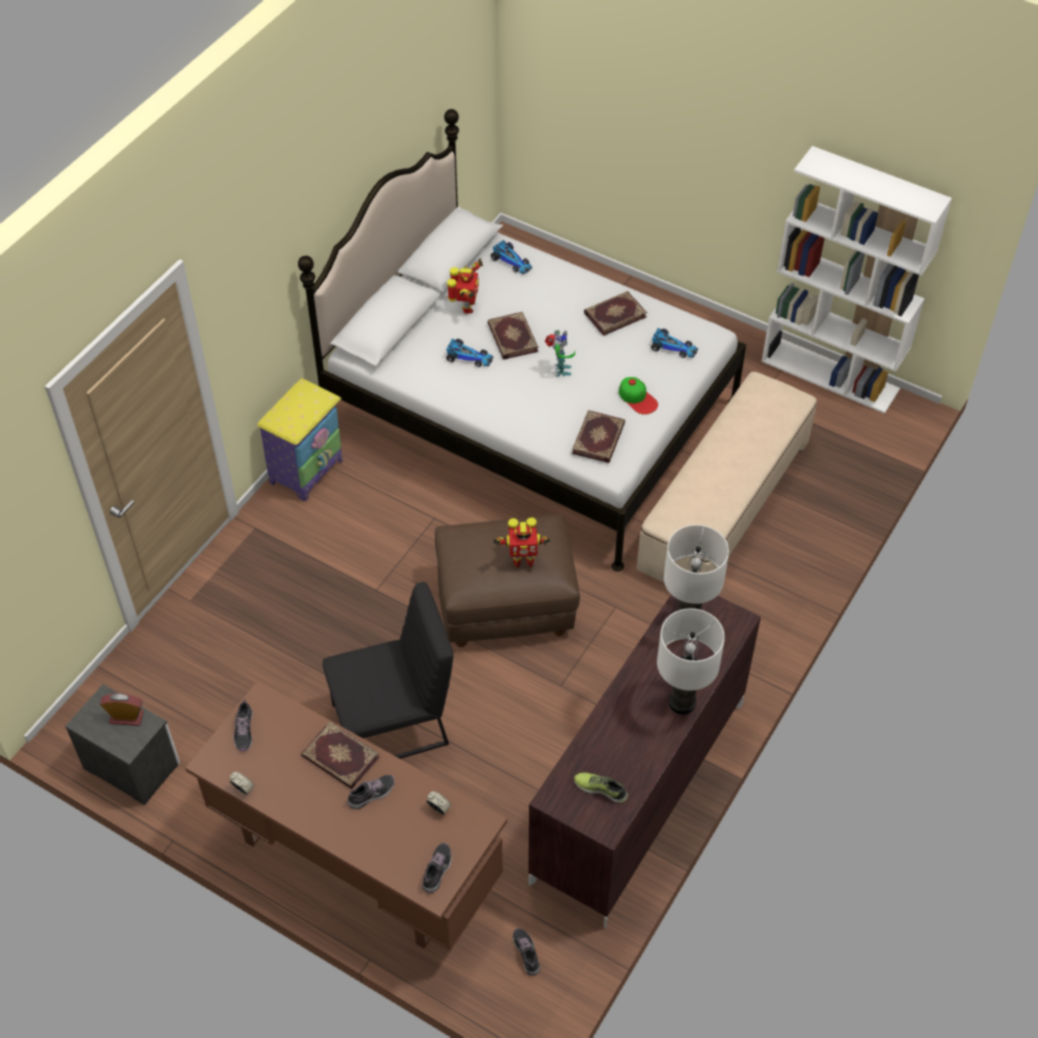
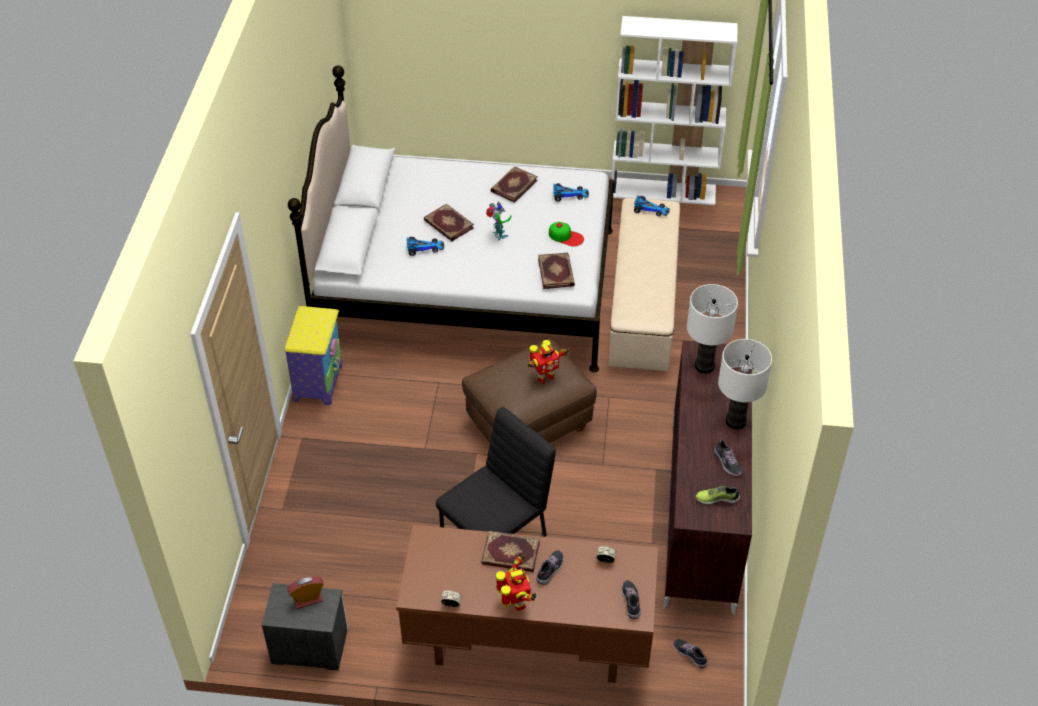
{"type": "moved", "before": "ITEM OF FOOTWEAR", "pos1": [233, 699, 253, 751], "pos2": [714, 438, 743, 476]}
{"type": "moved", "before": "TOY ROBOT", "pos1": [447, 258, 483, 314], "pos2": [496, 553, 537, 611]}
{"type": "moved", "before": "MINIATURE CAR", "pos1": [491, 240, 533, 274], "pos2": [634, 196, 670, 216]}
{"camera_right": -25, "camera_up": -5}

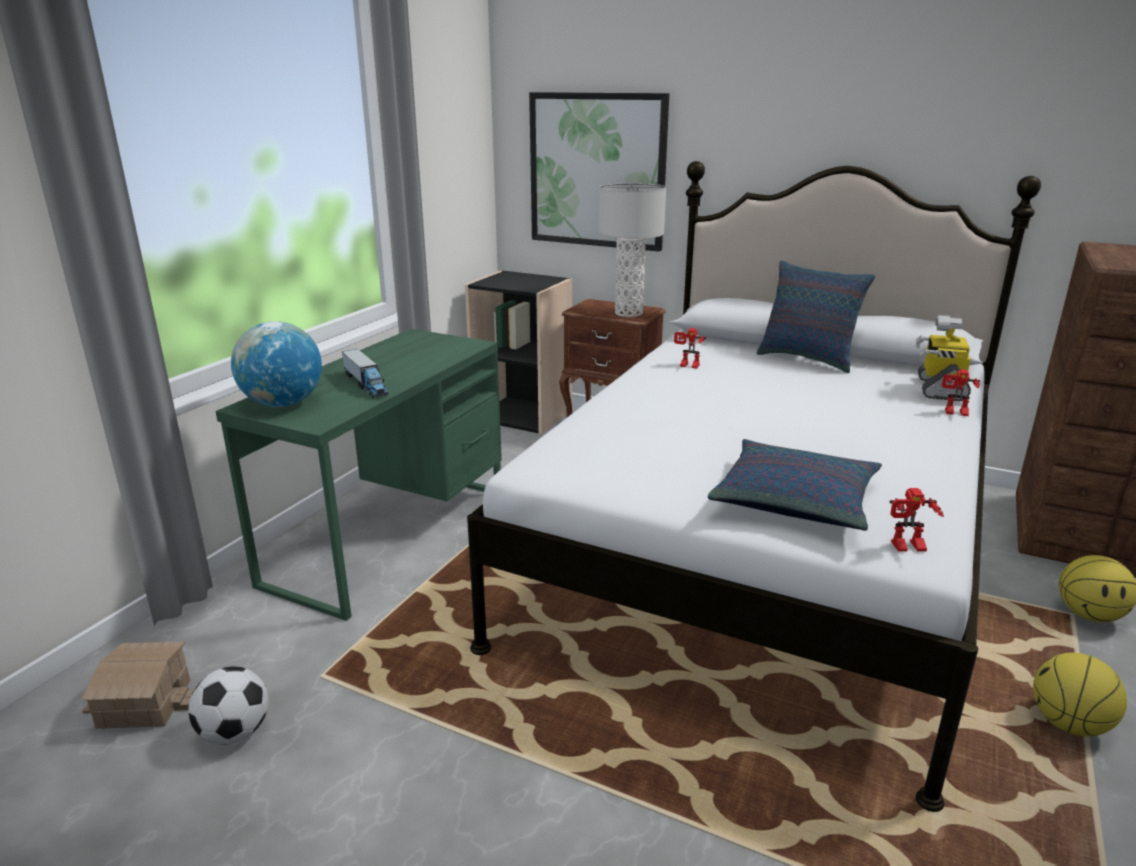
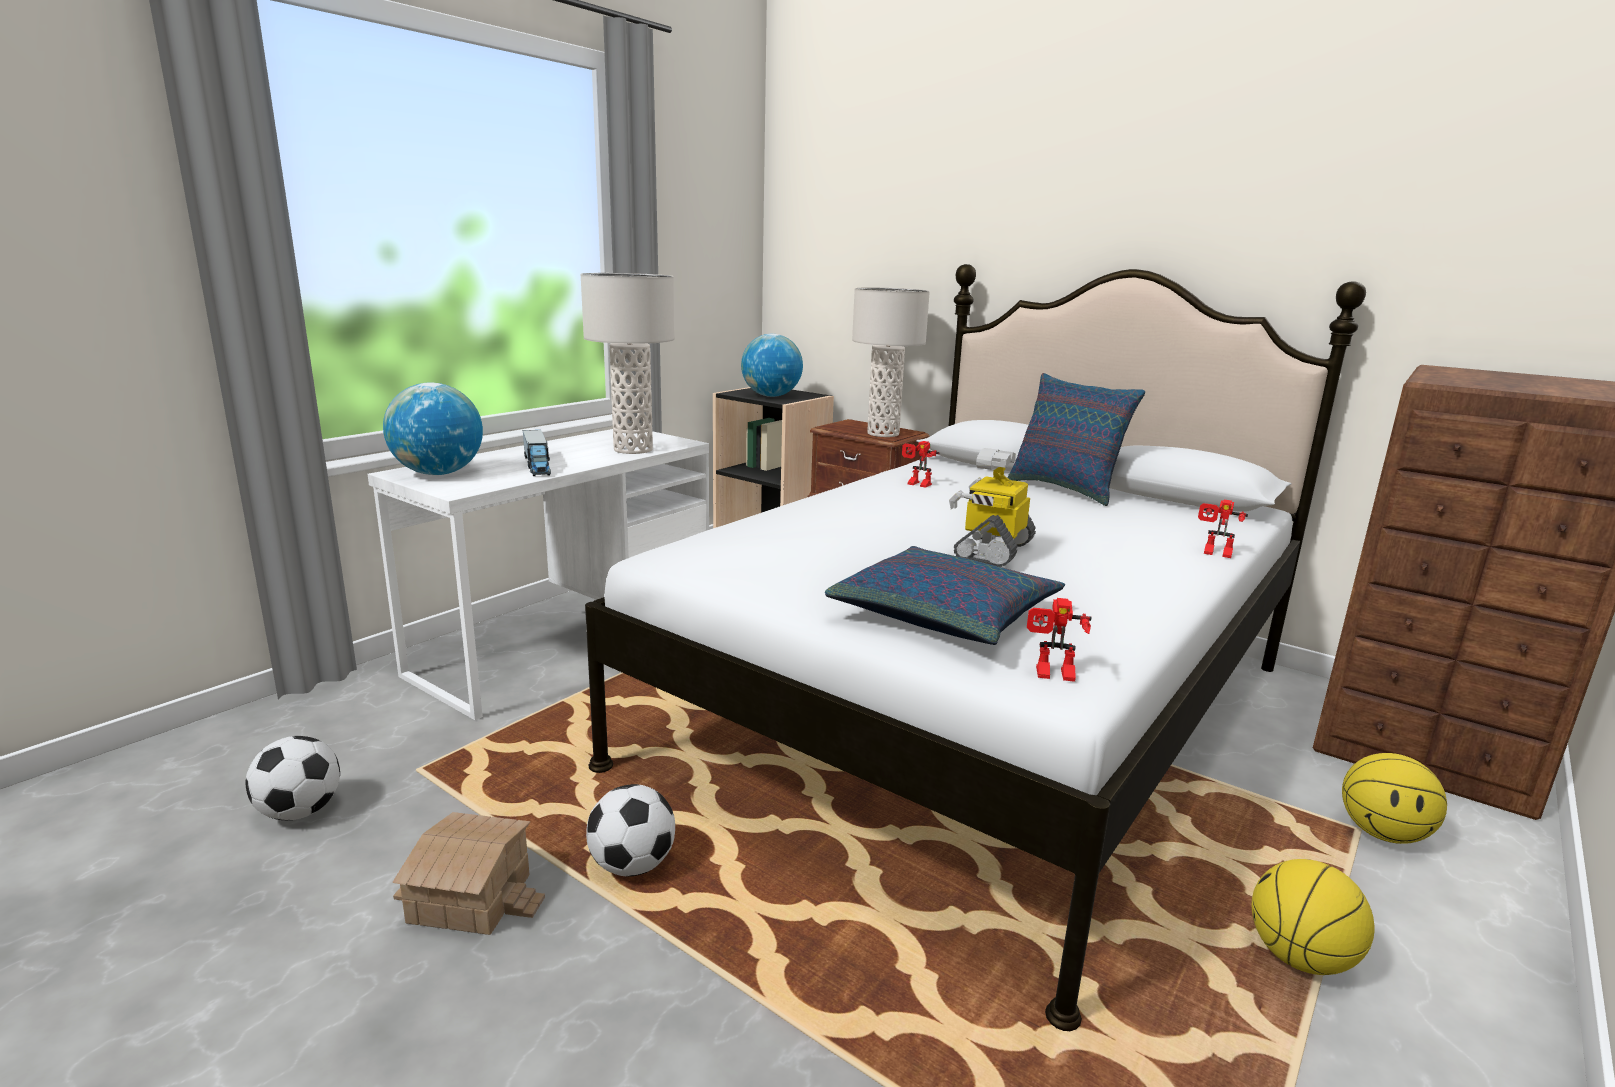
{"type": "removed", "before": "WALL ART", "pos1": [529, 92, 669, 252]}
{"type": "added", "after": "WHITE TABLETOP LAMP", "pos2": [581, 273, 675, 454]}
{"type": "added", "after": "FOOTBALL", "pos2": [586, 784, 675, 877]}
{"type": "added", "after": "WORLD GLOBE", "pos2": [741, 334, 803, 397]}
{"type": "moved", "before": "MODEL HOUSE", "pos1": [81, 641, 195, 729], "pos2": [393, 812, 545, 935]}
{"type": "moved", "before": "TOY ROBOT", "pos1": [916, 315, 971, 401], "pos2": [949, 448, 1036, 567]}
{"type": "recoloured", "before": "GREEN-COLOURED DESK TABLE", "after": "WHITE DESK TABLE", "pos1": [216, 329, 502, 621], "pos2": [368, 429, 709, 720]}
{"camera_right": 10, "camera_up": -5}

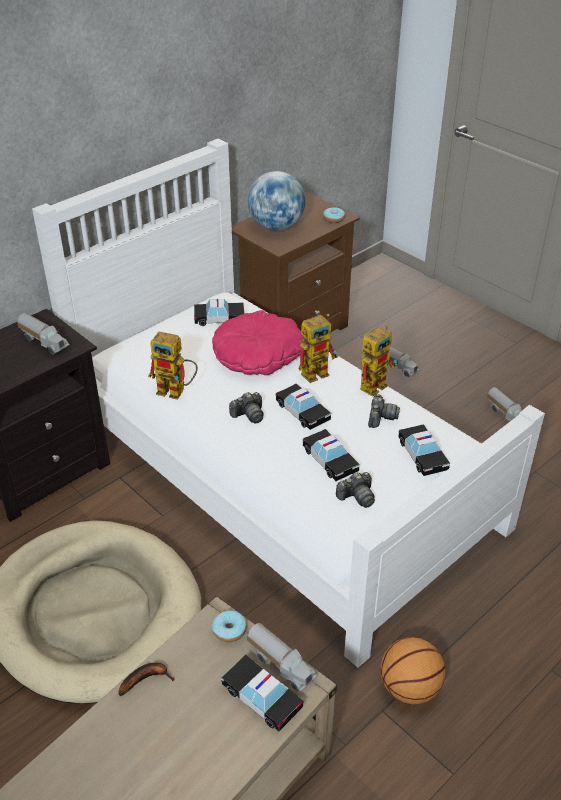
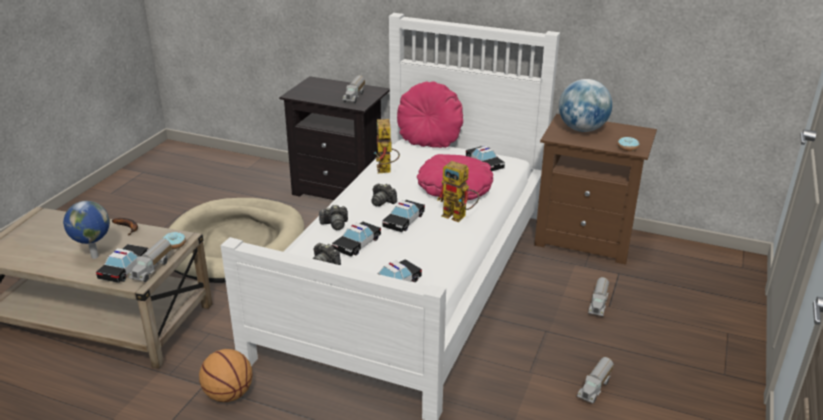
{"type": "removed", "before": "TOY ROBOT", "pos1": [360, 324, 397, 397]}
{"type": "added", "after": "WORLD GLOBE", "pos2": [63, 201, 110, 259]}
{"type": "added", "after": "PINK CUSHION", "pos2": [397, 81, 463, 148]}
{"type": "moved", "before": "PHOTO CAMERA", "pos1": [368, 394, 400, 428], "pos2": [318, 205, 348, 230]}
{"camera_right": 65, "camera_up": -10}

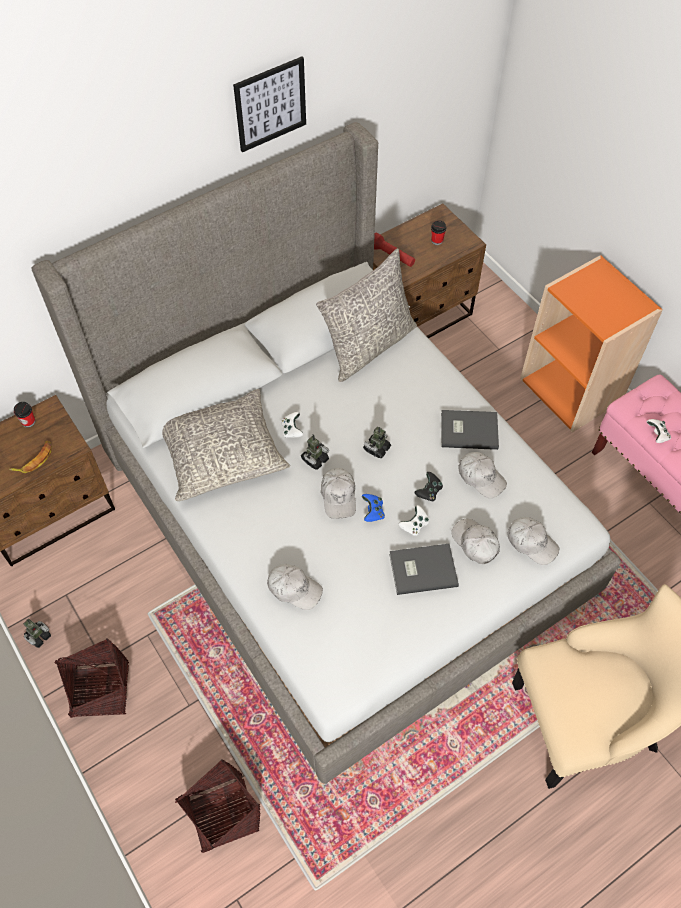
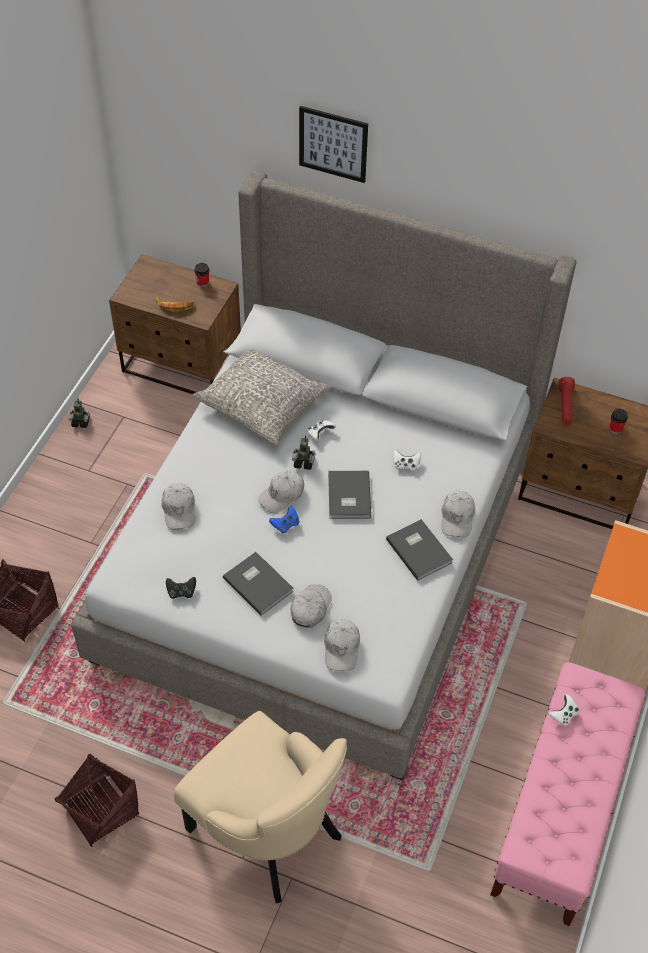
{"type": "removed", "before": "GRAY CUSHION", "pos1": [316, 248, 417, 382]}
{"type": "moved", "before": "BASKET", "pos1": [55, 639, 129, 718], "pos2": [55, 754, 139, 847]}
{"type": "moved", "before": "WALL ART", "pos1": [233, 57, 306, 152], "pos2": [299, 106, 368, 183]}
{"type": "moved", "before": "WHITE GAME CONTROLLER", "pos1": [398, 505, 430, 536], "pos2": [393, 450, 421, 471]}
{"type": "moved", "before": "BLACK GAME CONTROLLER", "pos1": [414, 472, 443, 502], "pos2": [166, 577, 196, 599]}
{"type": "moved", "before": "WHITE BASEBALL CAP", "pos1": [459, 452, 507, 498], "pos2": [442, 491, 475, 537]}
{"type": "replaced", "before": "TOY ROBOT", "after": "GRAY BOUND BOOK", "pos1": [363, 427, 391, 458], "pos2": [328, 471, 371, 519]}
{"camera_right": 55, "camera_up": -5}

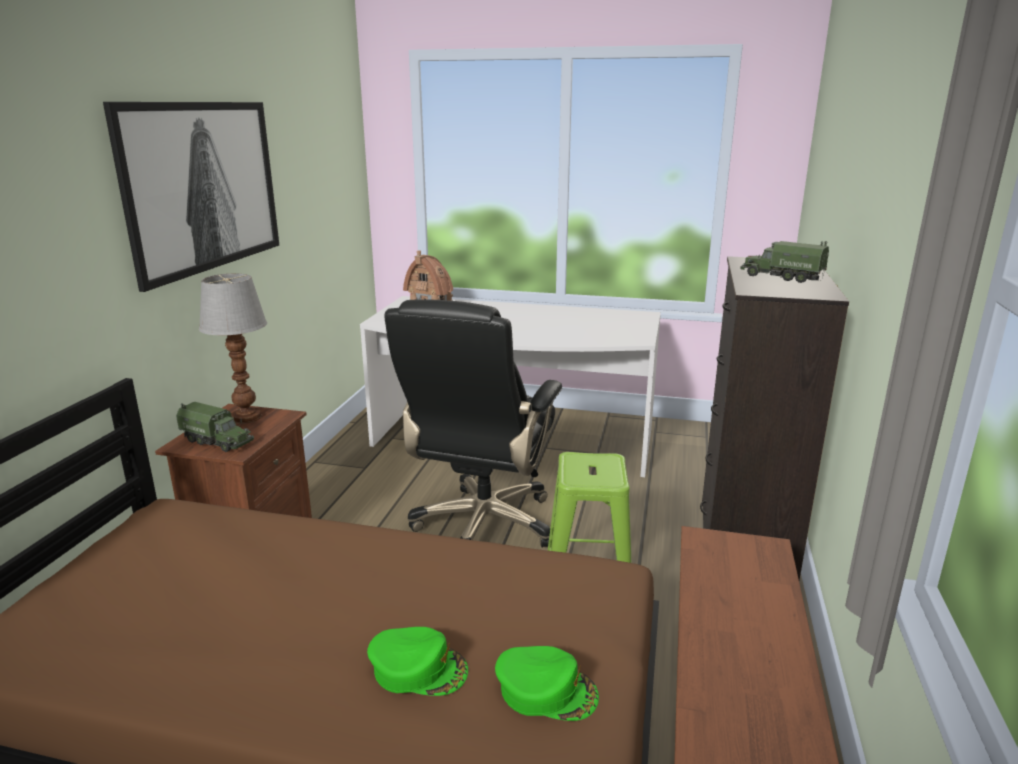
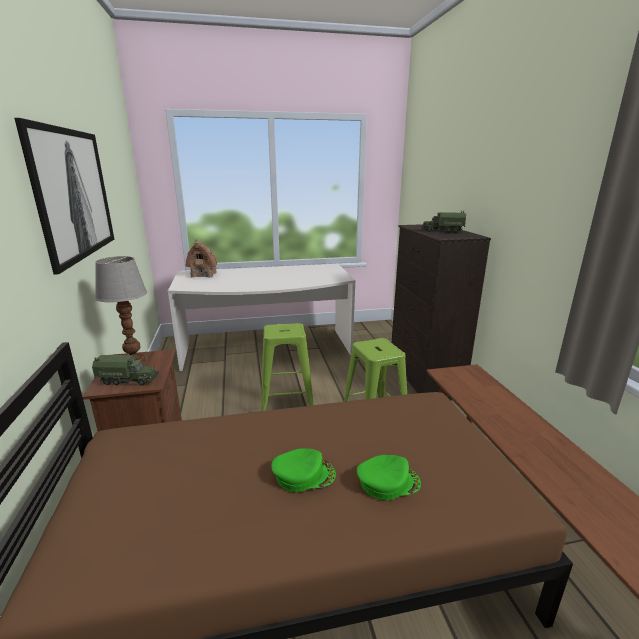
{"type": "moved", "before": "GREEN-COLOURED BASEBALL CAP", "pos1": [495, 646, 599, 721], "pos2": [271, 448, 336, 492]}
{"type": "replaced", "before": "BLACK OFFICE CHAIR", "after": "GREEN-COLOURED STOOL", "pos1": [384, 299, 562, 547], "pos2": [261, 323, 313, 411]}
{"camera_right": -25, "camera_up": 0}

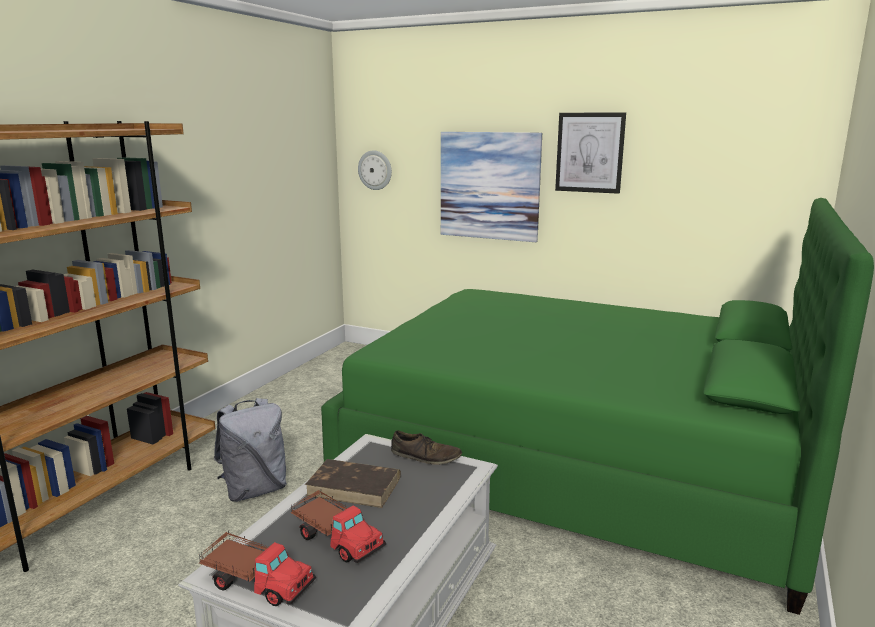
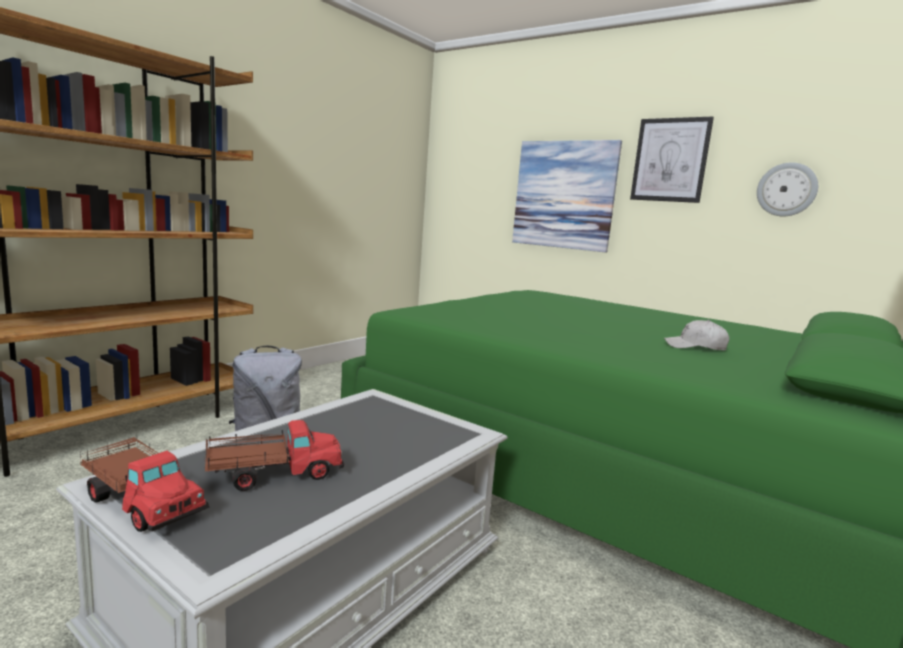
{"type": "removed", "before": "BROWN BOUND BOOK", "pos1": [305, 459, 401, 508]}
{"type": "removed", "before": "BROWN ITEM OF FOOTWEAR", "pos1": [391, 430, 462, 465]}
{"type": "added", "after": "WHITE BASEBALL CAP", "pos2": [664, 320, 730, 350]}
{"type": "moved", "before": "HANGING CLOCK", "pos1": [358, 150, 392, 190], "pos2": [757, 162, 818, 216]}
{"type": "turned", "before": "TOY LORRY", "pos1": [291, 490, 386, 563], "pos2": [204, 420, 344, 491], "turn": -75}
{"camera_right": 10, "camera_up": -5}

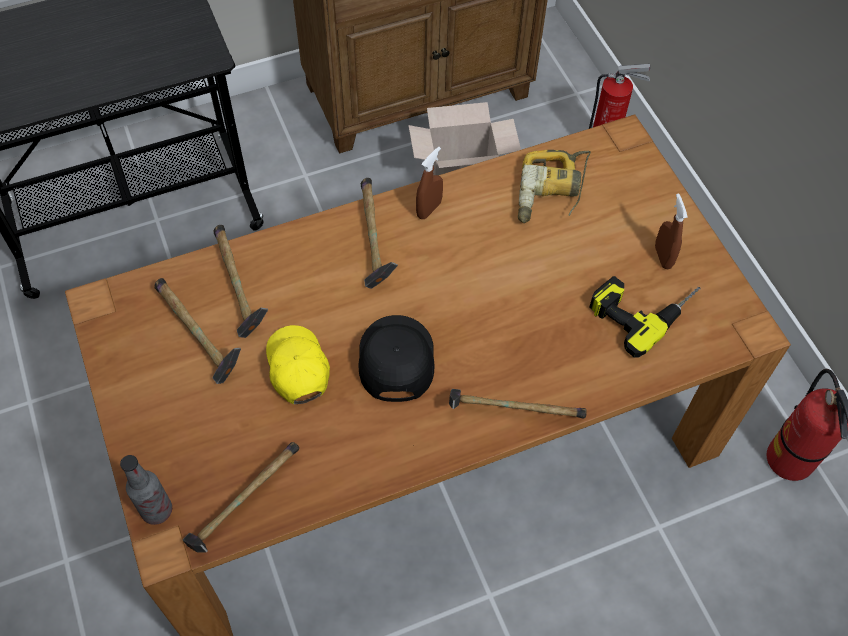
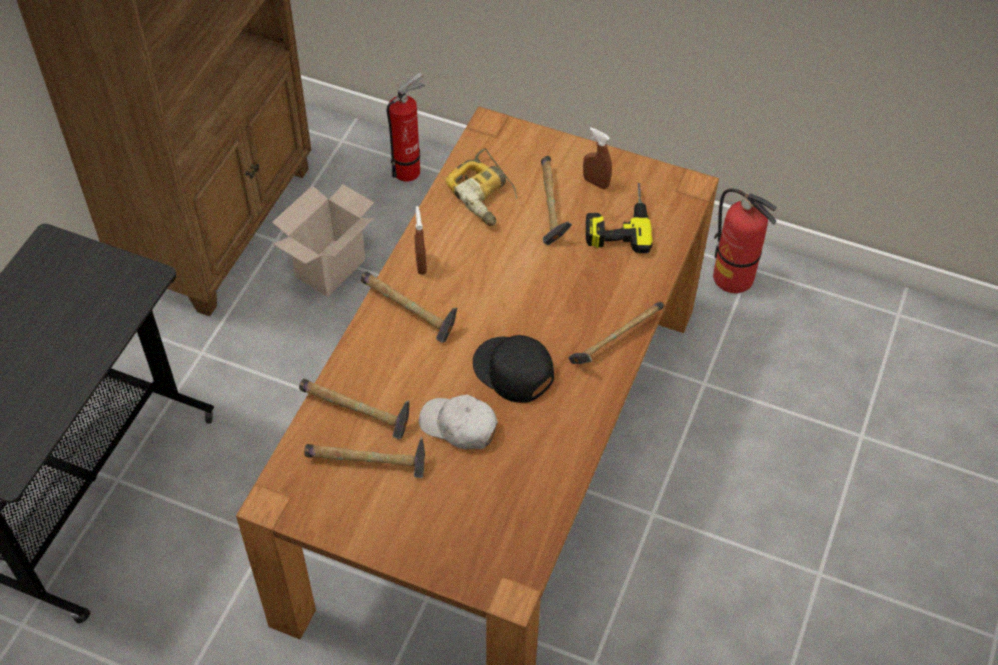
{"type": "removed", "before": "BEVERAGE BOTTLE", "pos1": [120, 455, 172, 525]}
{"type": "moved", "before": "HAND HAMMER", "pos1": [183, 442, 299, 552], "pos2": [541, 156, 572, 245]}
{"type": "recoloured", "before": "YELLOW BASEBALL CAP", "after": "WHITE BASEBALL CAP", "pos1": [266, 325, 330, 404], "pos2": [419, 394, 498, 450]}
{"camera_right": -45, "camera_up": -5}

